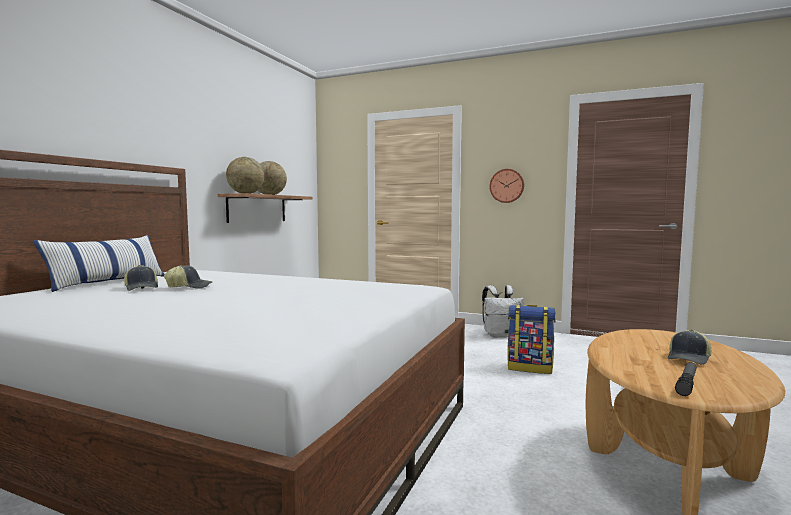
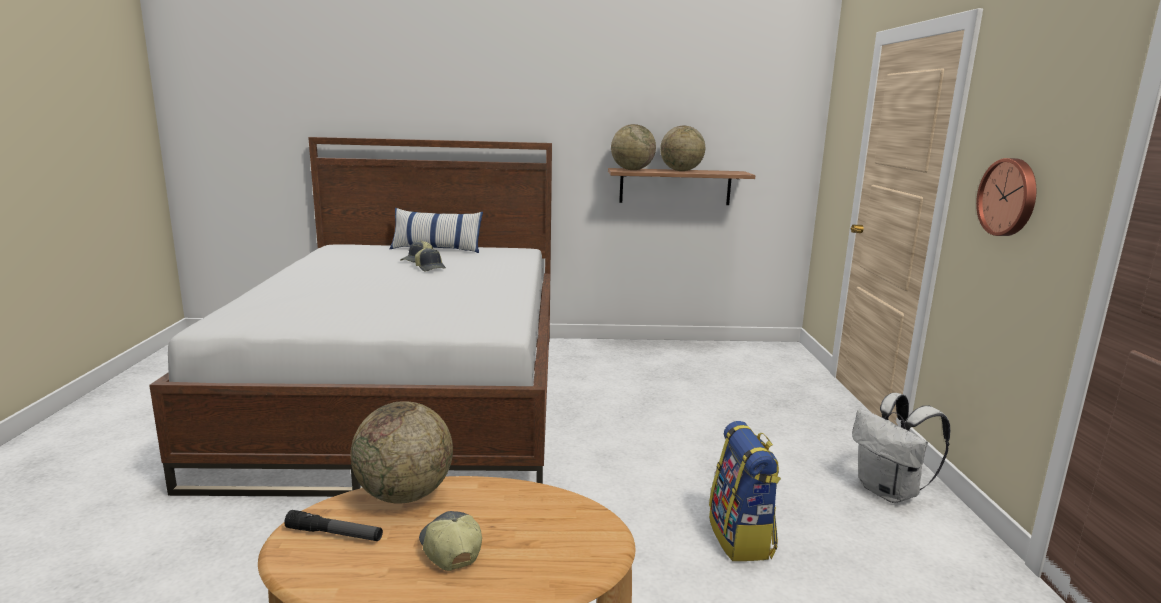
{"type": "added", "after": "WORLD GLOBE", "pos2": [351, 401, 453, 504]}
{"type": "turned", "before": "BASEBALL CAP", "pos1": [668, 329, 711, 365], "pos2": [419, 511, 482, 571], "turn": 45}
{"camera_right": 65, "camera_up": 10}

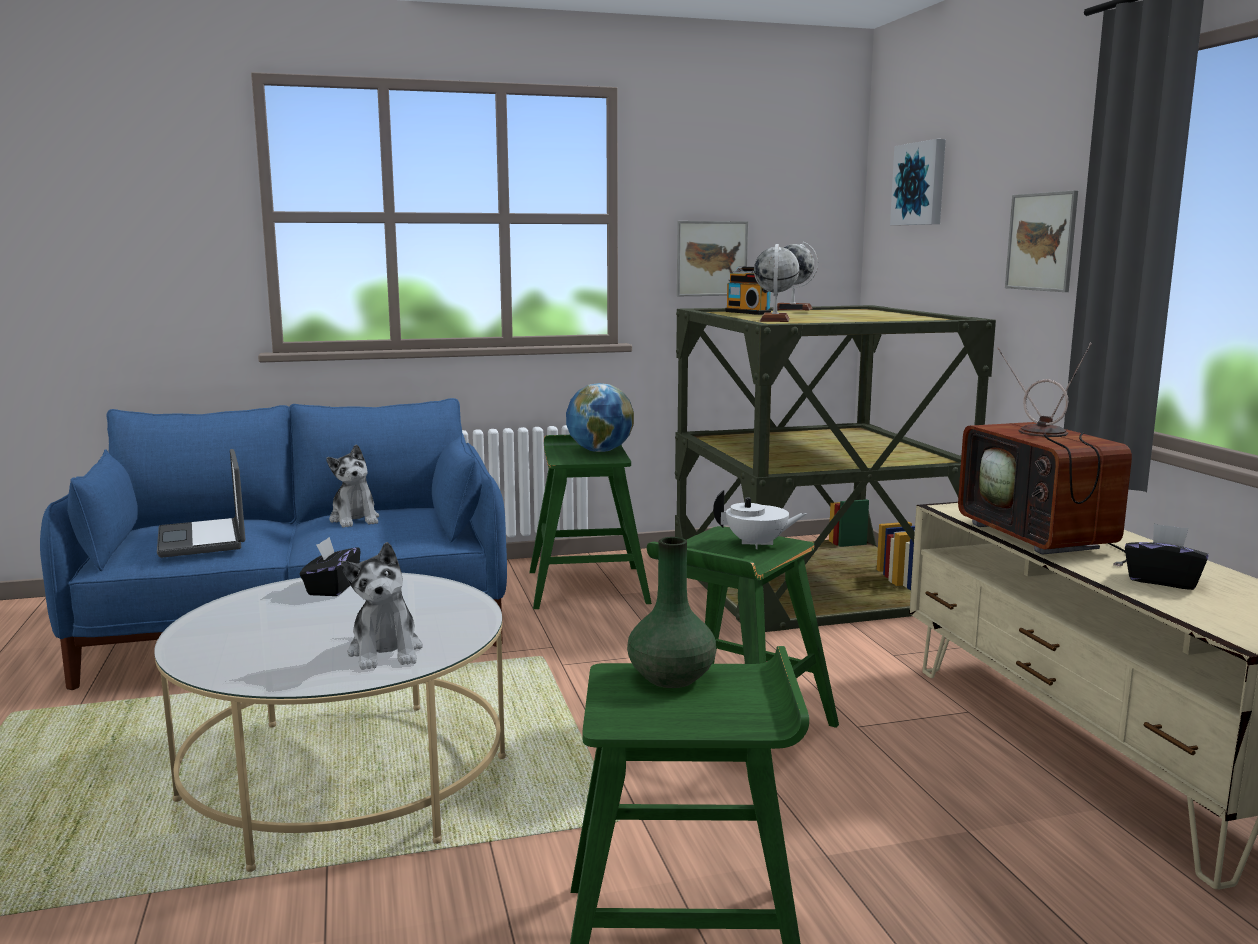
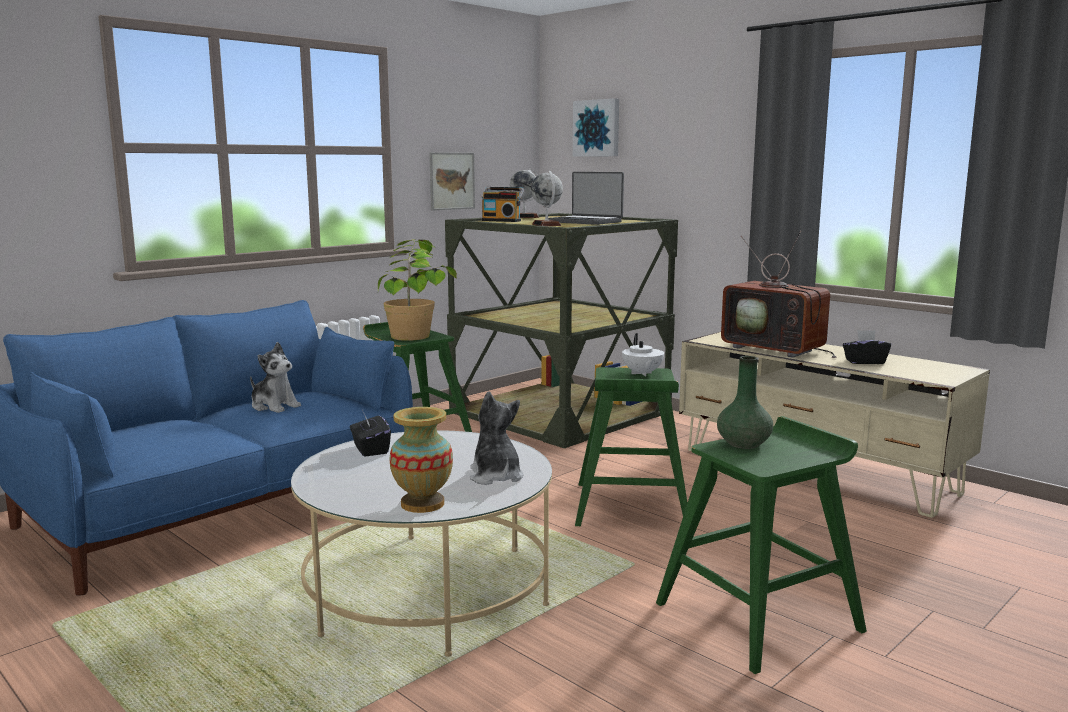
{"type": "removed", "before": "WALL ART", "pos1": [1005, 190, 1078, 292]}
{"type": "added", "after": "DECORATIVE VASE", "pos2": [389, 407, 453, 513]}
{"type": "moved", "before": "LAPTOP", "pos1": [157, 449, 245, 558], "pos2": [548, 172, 624, 225]}
{"type": "replaced", "before": "WORLD GLOBE", "after": "PLANT IN A POT", "pos1": [566, 383, 634, 452], "pos2": [378, 240, 457, 341]}
{"type": "turned", "before": "CUDDLY TOY", "pos1": [341, 542, 423, 670], "pos2": [470, 391, 523, 485], "turn": -150}
{"type": "turned", "before": "WHITE TEA POT", "pos1": [713, 490, 807, 549], "pos2": [622, 333, 664, 376], "turn": 105}
{"camera_right": -30, "camera_up": 0}

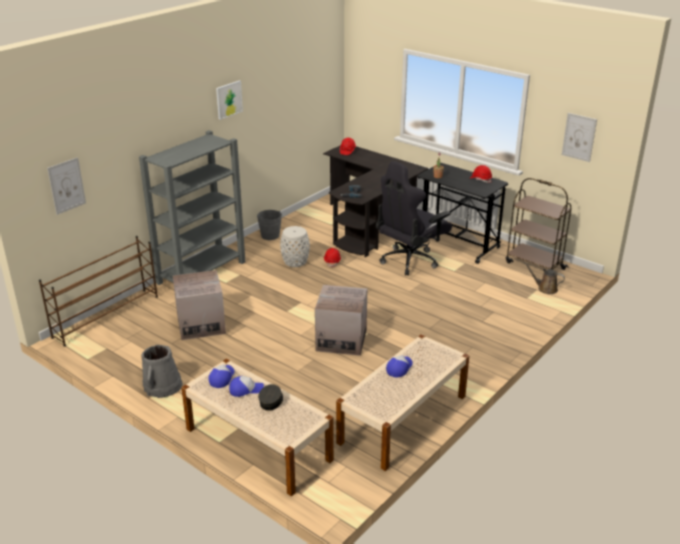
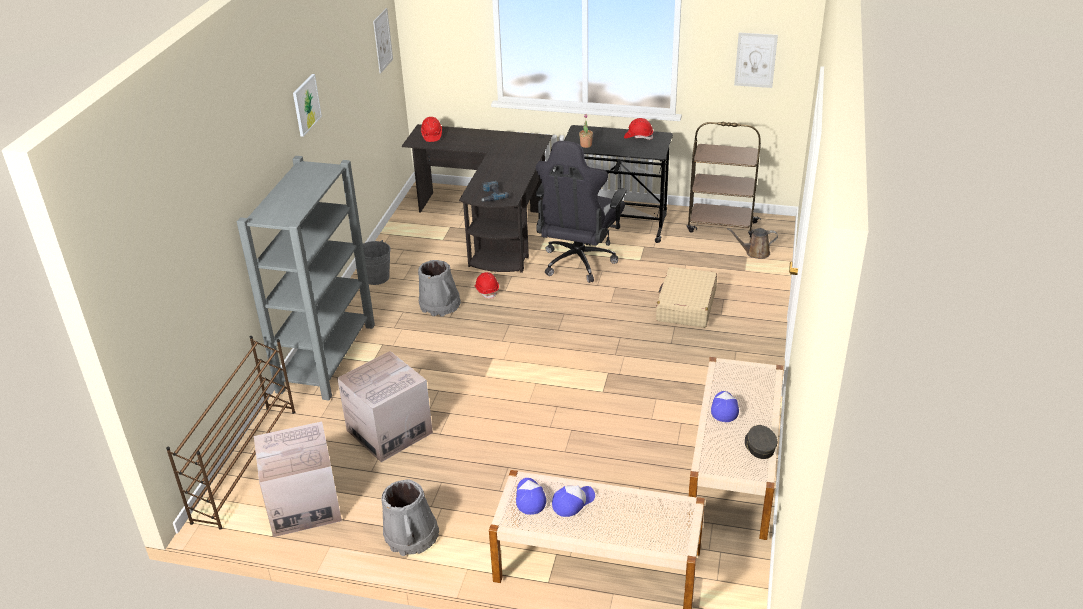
{"type": "added", "after": "BEIGE-COLOURED TRAVEL CASE", "pos2": [656, 267, 717, 328]}
{"type": "moved", "before": "WALL ART", "pos1": [47, 157, 86, 215], "pos2": [373, 8, 393, 74]}
{"type": "moved", "before": "GRAY BASEBALL CAP", "pos1": [258, 384, 283, 411], "pos2": [745, 425, 777, 459]}
{"type": "moved", "before": "PACKING BOX", "pos1": [315, 285, 367, 356], "pos2": [254, 422, 342, 537]}
{"type": "replaced", "before": "WHITE STOOL", "after": "GRAY PAIL", "pos1": [280, 226, 310, 267], "pos2": [418, 260, 461, 317]}
{"camera_right": -25, "camera_up": 5}

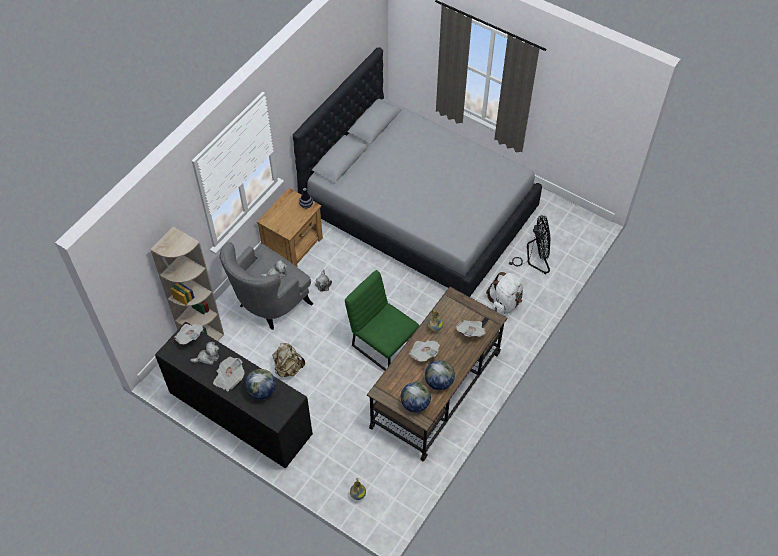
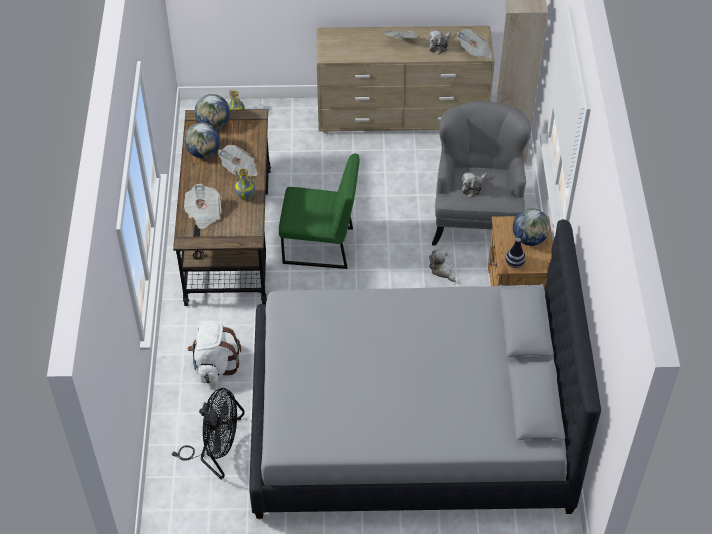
{"type": "removed", "before": "BEIGE-COLOURED KNAPSACK", "pos1": [273, 343, 305, 377]}
{"type": "moved", "before": "WORLD GLOBE", "pos1": [245, 369, 276, 400], "pos2": [513, 208, 550, 246]}
{"type": "recoloured", "before": "BLACK DRESSER", "after": "BEIGE-COLOURED DRESSER", "pos1": [155, 322, 313, 469], "pos2": [317, 26, 495, 133]}
{"type": "turned", "before": "BLACK ELECTRIC FAN", "pos1": [509, 215, 551, 274], "pos2": [171, 388, 245, 480], "turn": -135}
{"camera_right": 145, "camera_up": -5}

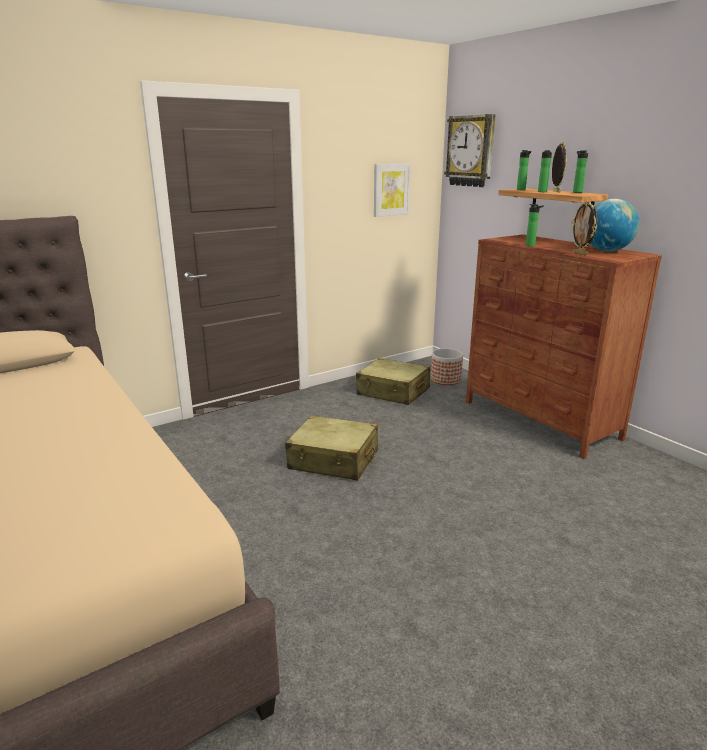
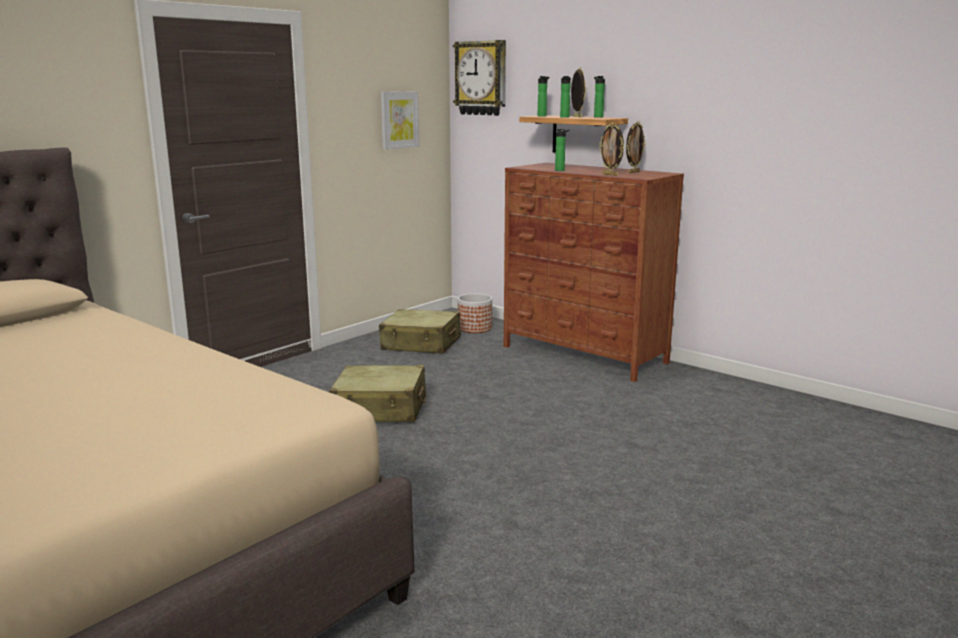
{"type": "replaced", "before": "WORLD GLOBE", "after": "STANDING FRAME", "pos1": [590, 199, 639, 252], "pos2": [626, 121, 645, 173]}
{"camera_right": -15, "camera_up": -5}

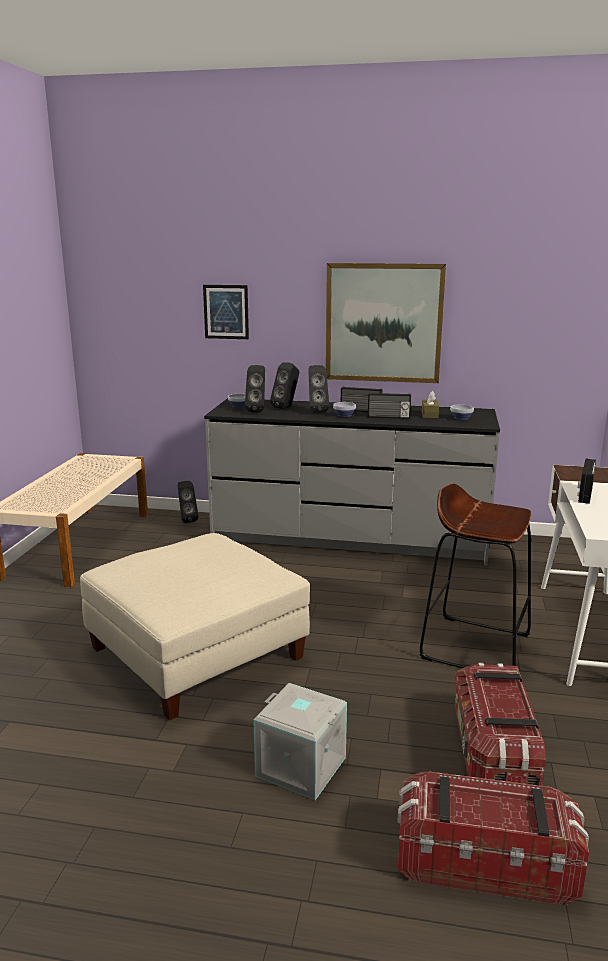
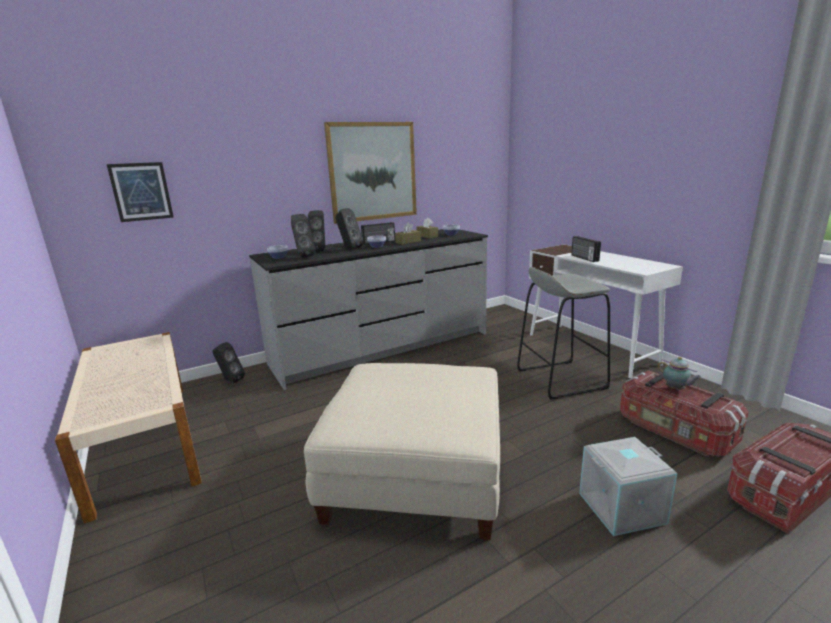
{"type": "added", "after": "TEA POT", "pos2": [658, 357, 702, 390]}
{"type": "moved", "before": "WALL ART", "pos1": [203, 285, 249, 339], "pos2": [107, 162, 174, 222]}
{"type": "replaced", "before": "RADIO RECEIVER", "after": "BROWN TISSUE BOX", "pos1": [368, 393, 411, 419], "pos2": [395, 222, 421, 244]}
{"type": "recoloured", "before": "BROWN STOOL", "after": "GRAY STOOL", "pos1": [420, 484, 531, 668], "pos2": [517, 267, 610, 400]}
{"camera_right": -40, "camera_up": 0}

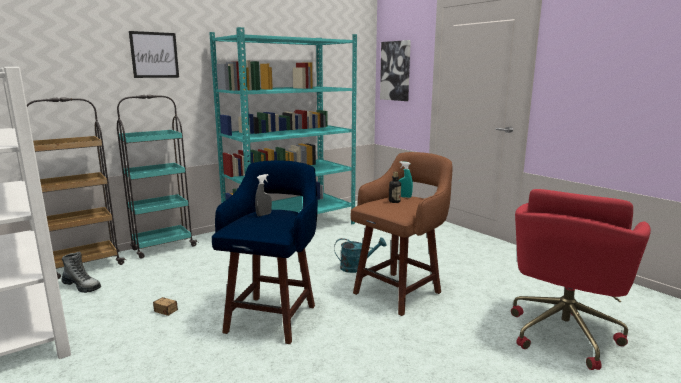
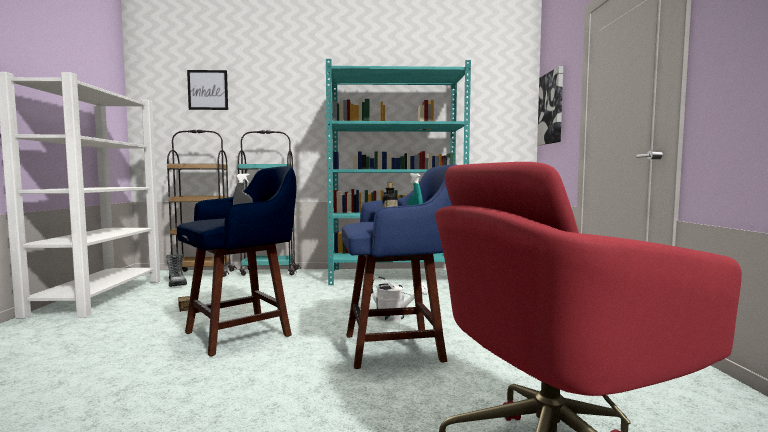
{"type": "moved", "before": "WALL ART", "pos1": [129, 31, 179, 78], "pos2": [187, 70, 228, 110]}
{"type": "recoloured", "before": "BLUE-GREEN WATERING CAN", "after": "WHITE WATERING CAN", "pos1": [334, 237, 386, 273], "pos2": [371, 277, 428, 321]}
{"type": "recoloured", "before": "BROWN STOOL", "after": "BLUISH STOOL", "pos1": [351, 152, 452, 316], "pos2": [342, 164, 456, 369]}
{"camera_right": 35, "camera_up": -10}

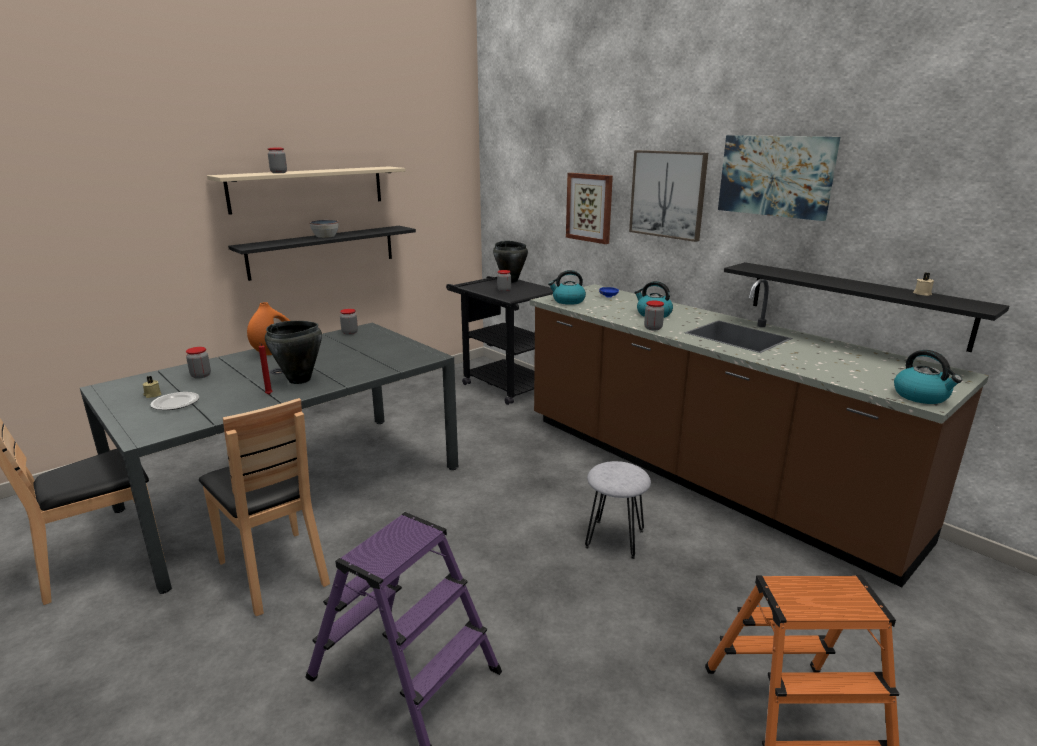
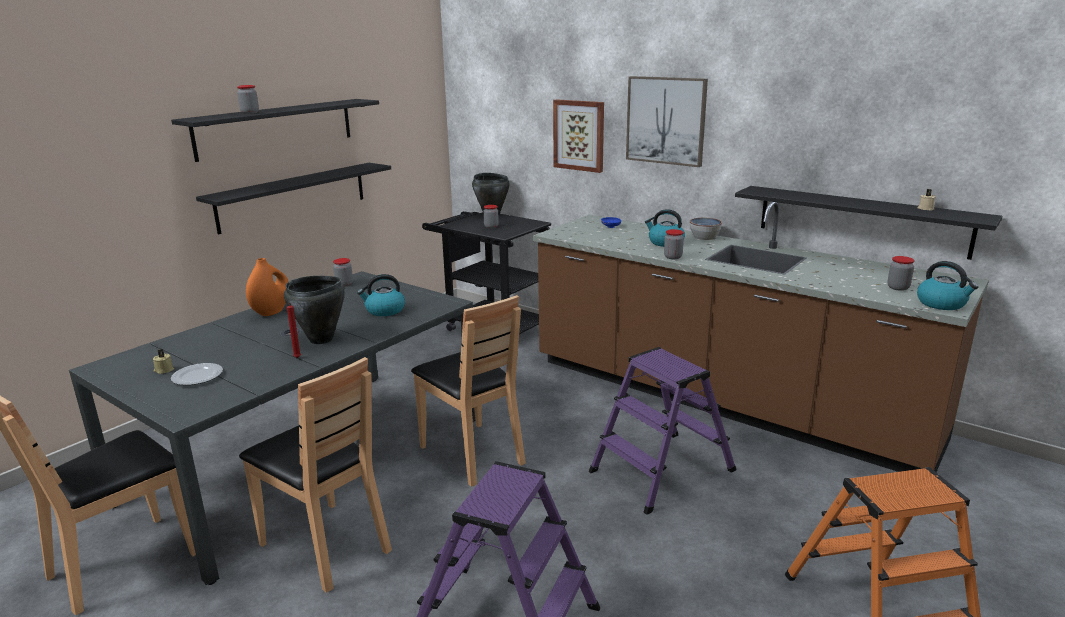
{"type": "removed", "before": "WALL ART", "pos1": [718, 135, 840, 221]}
{"type": "added", "after": "BROWN PLAIN CHAIR", "pos2": [411, 295, 526, 487]}
{"type": "moved", "before": "PRESERVE JAR", "pos1": [186, 347, 211, 379], "pos2": [887, 256, 915, 291]}
{"type": "moved", "before": "DEEP DISH", "pos1": [310, 220, 339, 238], "pos2": [690, 218, 722, 240]}
{"type": "moved", "before": "WATER KETTLE", "pos1": [548, 270, 586, 305], "pos2": [357, 274, 405, 316]}
{"type": "replaced", "before": "GRAY STOOL", "after": "PURPLISH STEP STOOL", "pos1": [585, 461, 651, 559], "pos2": [589, 347, 737, 515]}
{"type": "recoloured", "before": "BEIGE-COLOURED BRACKET SHELF", "after": "BLACK BRACKET SHELF", "pos1": [207, 166, 406, 215], "pos2": [171, 99, 379, 162]}
{"camera_right": -10, "camera_up": 0}

